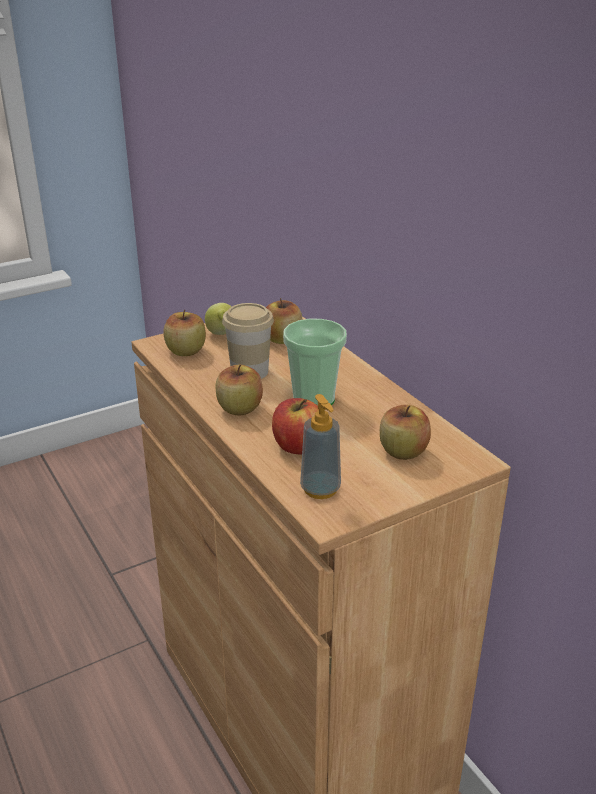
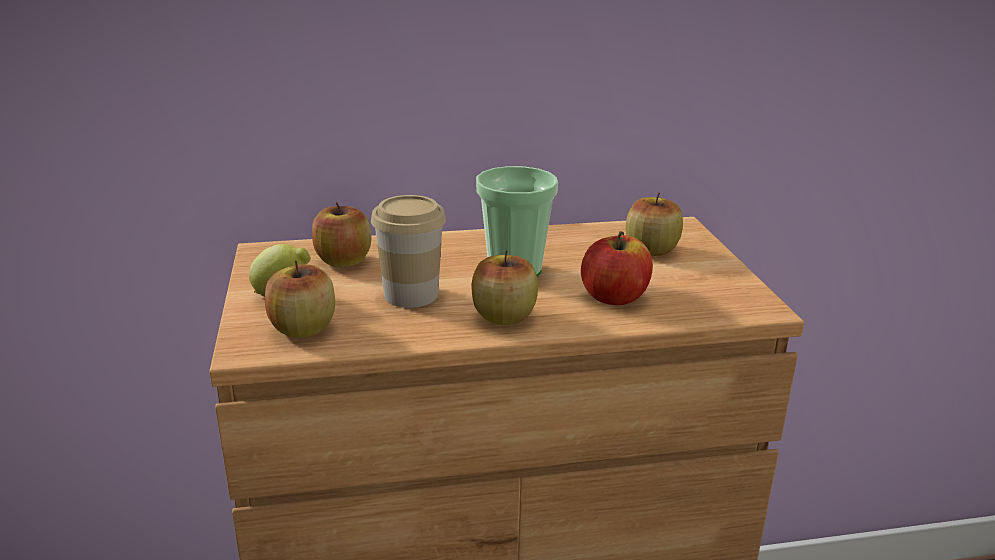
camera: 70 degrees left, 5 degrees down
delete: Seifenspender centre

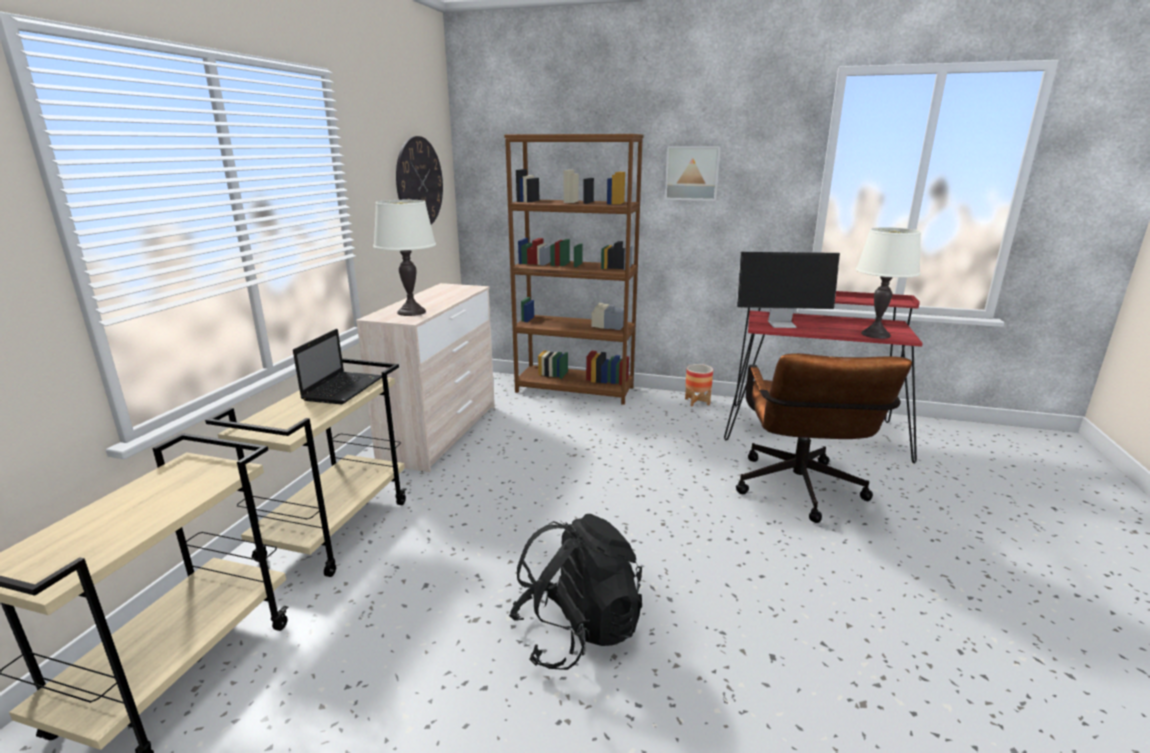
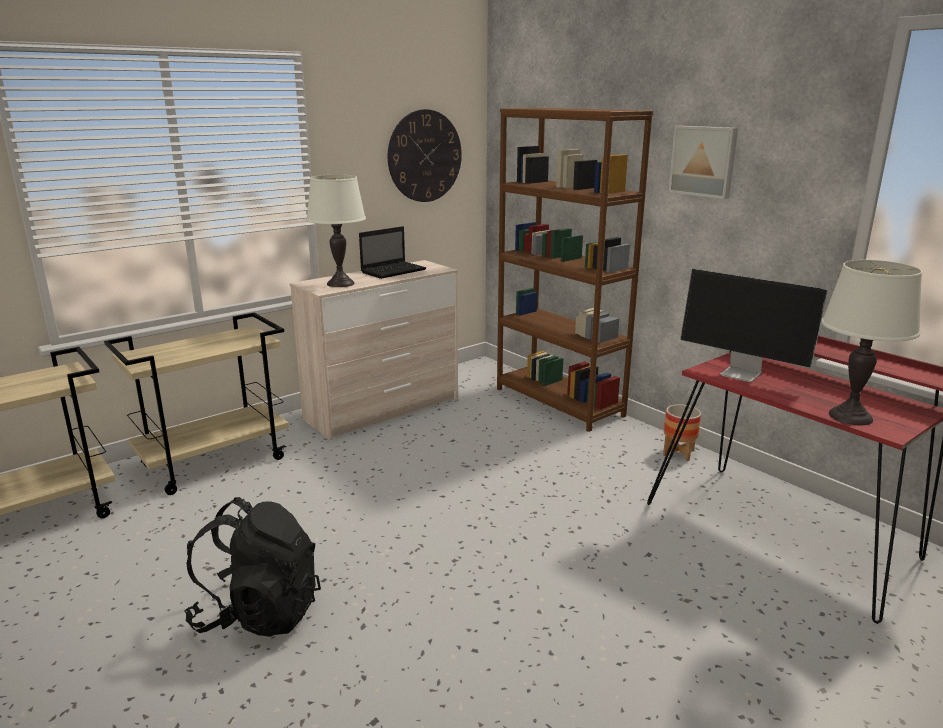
camera: 35 degrees right, 0 degrees up
delete: Bürostuhl [braun] middle right
move: Laptop middle left to centre

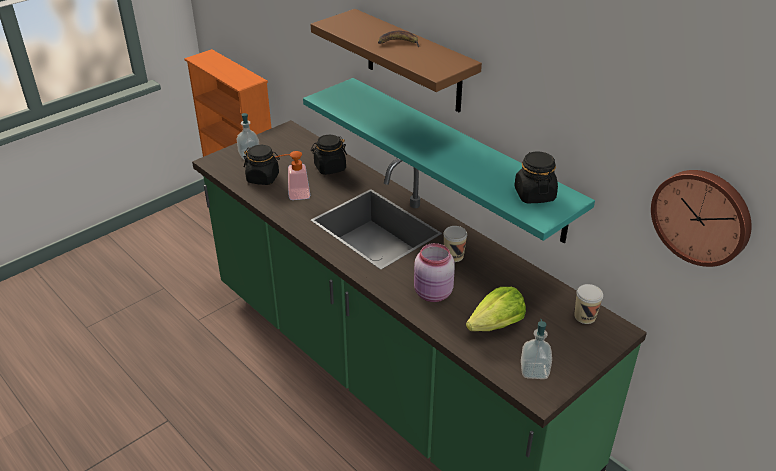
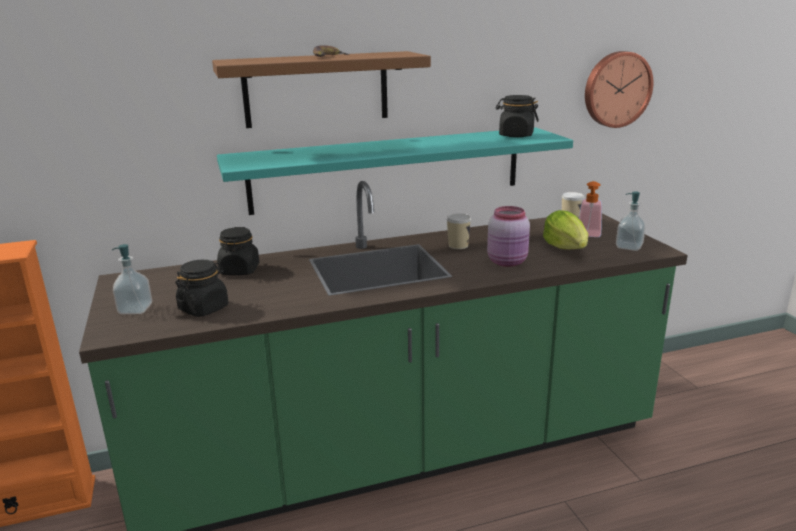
camera: 65 degrees left, 15 degrees down
move: Seifenspender (2nd from left) centre to middle right

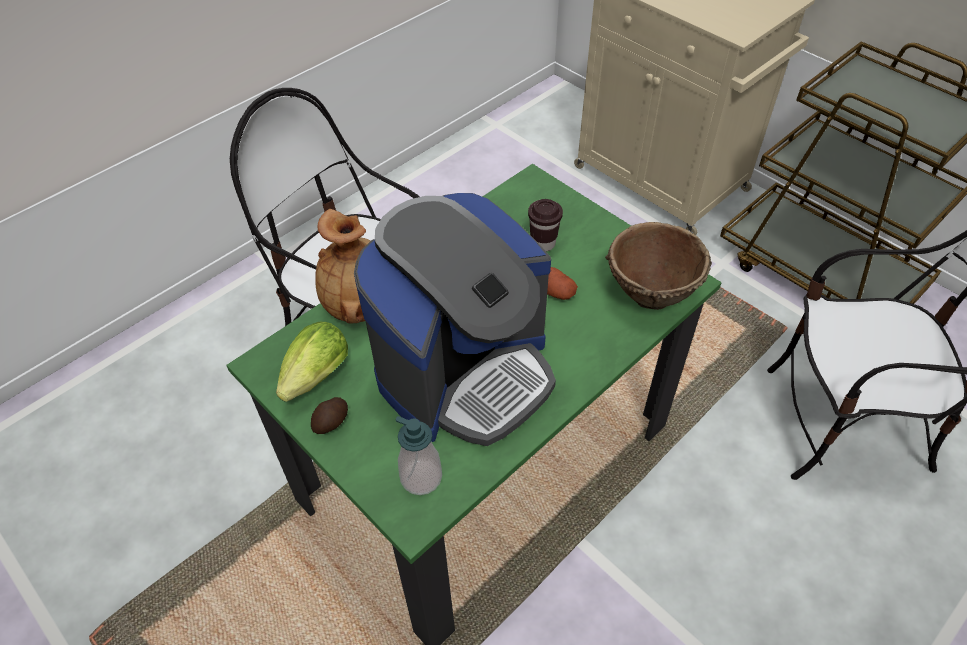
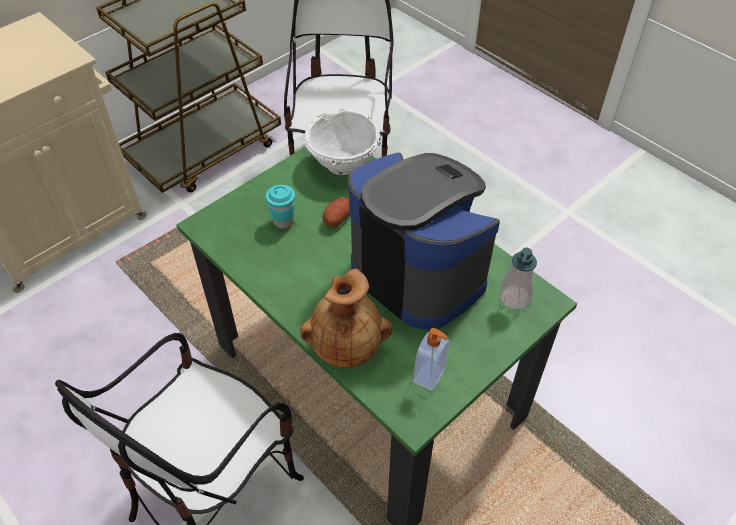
camera: 90 degrees left, 0 degrees up
delete: Kartoffel (1st from left) centre
replace: Salatkopf middle left to Seifenspender (1st from left) bottom centre
recolor: Tasse [braun] centre to Tasse [türkis] centre; Schüssel [braun] middle right to Schüssel [weiß] top centre

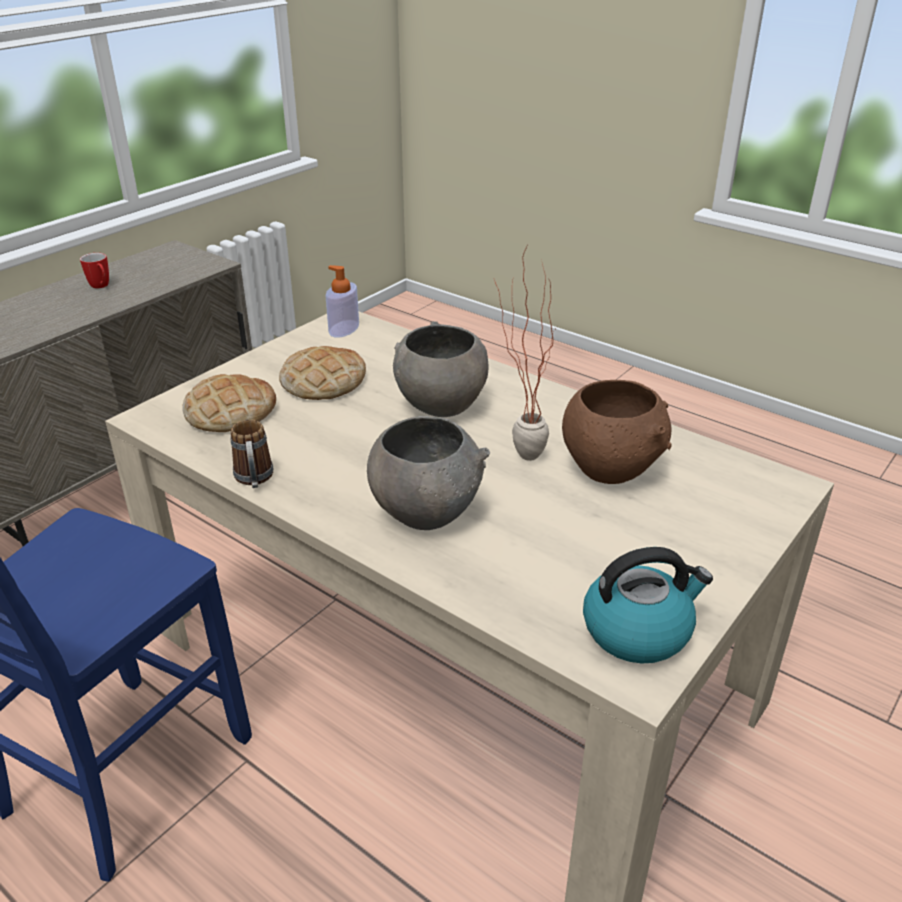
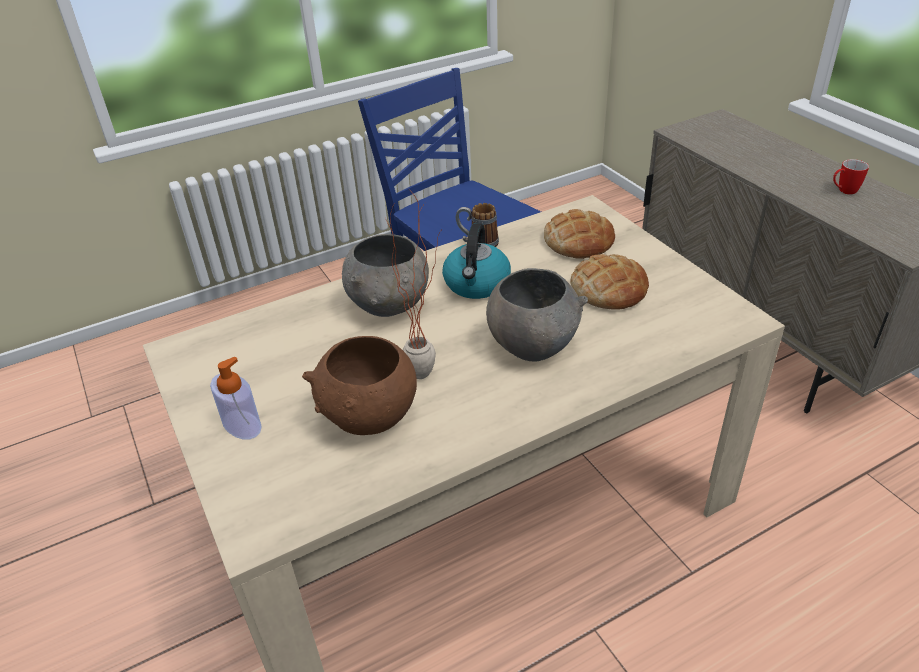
camera: 115 degrees right, 5 degrees up
move: Seifenspender centre to middle left; Wasserkessel bottom right to centre

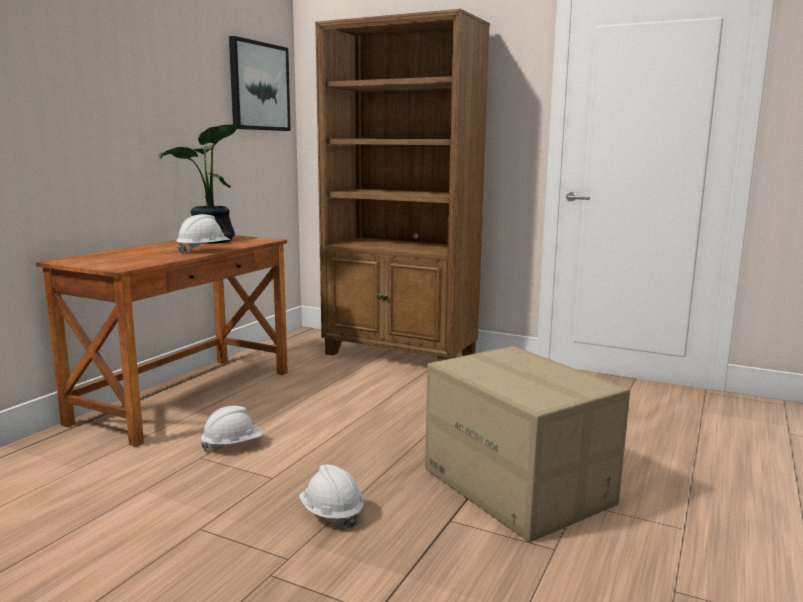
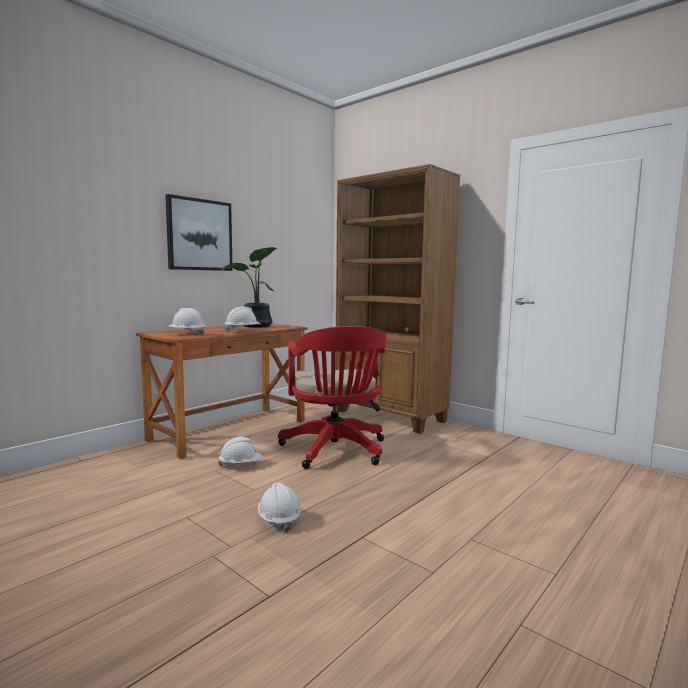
camera: 15 degrees right, 5 degrees down
delete: Karton bottom centre
insert: Schutzhelm [weiß] (1st from left) middle left; Bürostuhl [rot] centre
move: Bild top left to middle left

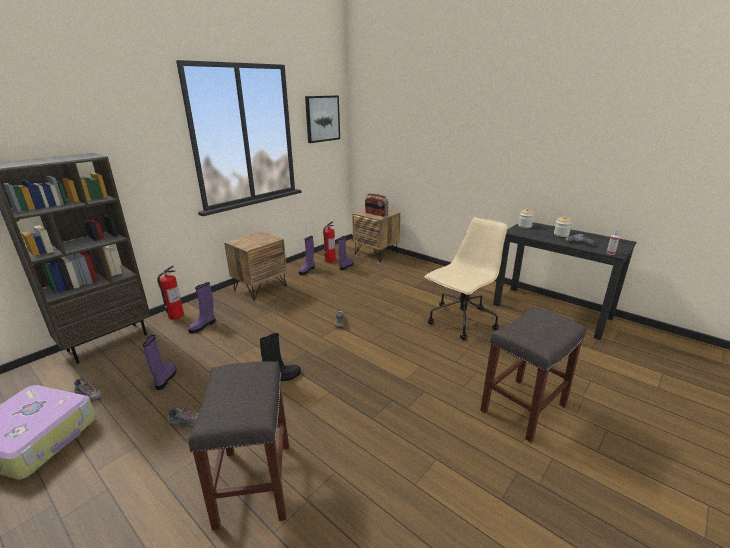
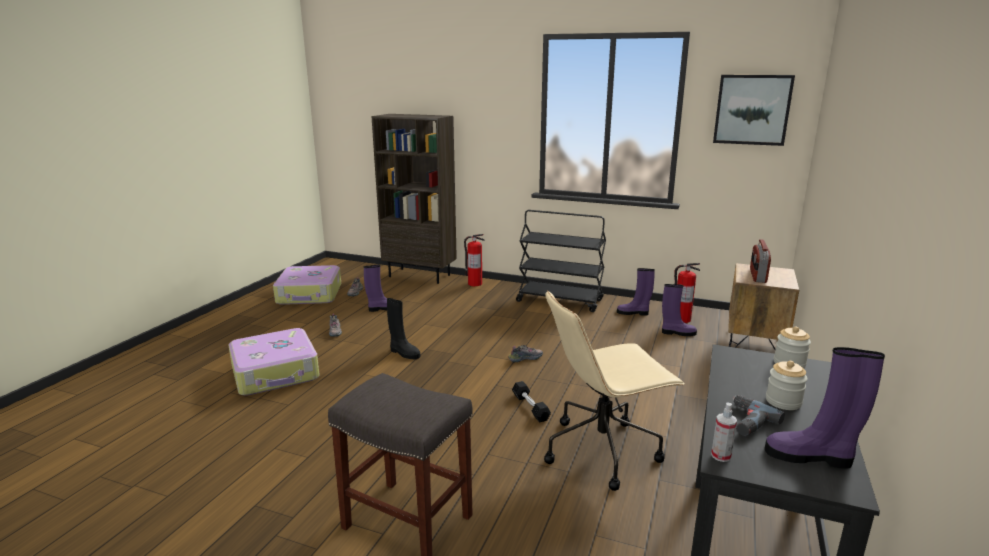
camera: 70 degrees right, 5 degrees down
insert: Hantel [schwarz] bottom centre
move: Stiefel [lila] (2nd from left in the first image) middle left to Stiefel [lila] (4th from left) bottom right
replace: Nachttisch [braun] (1st from left) centre to Rollwagen [schwarz] centre; Hocker [grau] (1st from left) bottom left to Koffer (1st from left) middle left
rotate: Bürostuhl [beige] centre = bottom centre 135 degrees clockwise

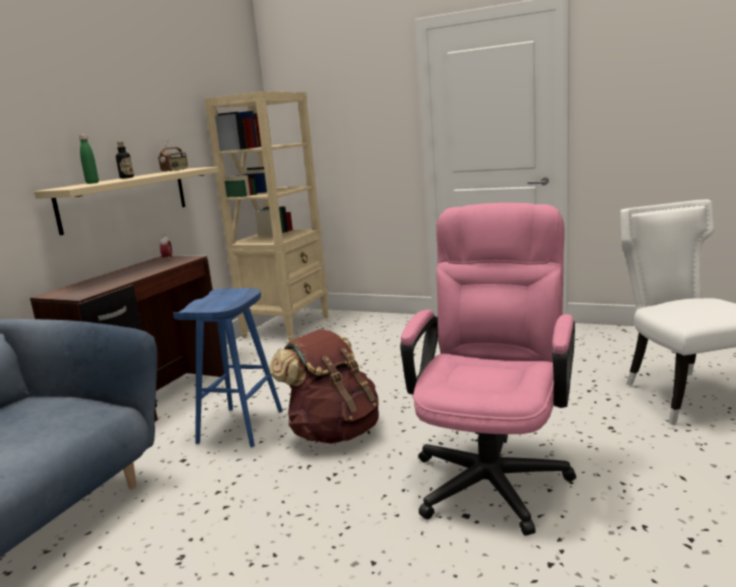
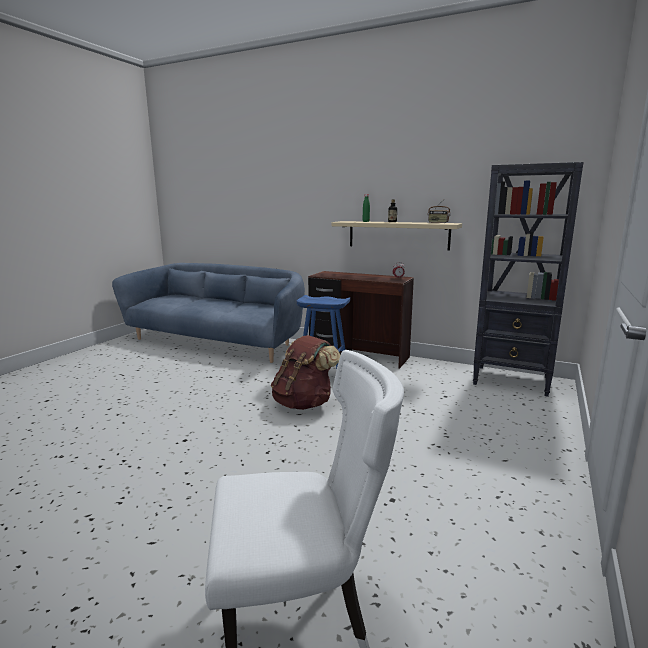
camera: 90 degrees right, 0 degrees up
delete: Bürostuhl [rosa] centre
recolor: Bücherregal [beige] centre to Bücherregal [schwarz] middle right

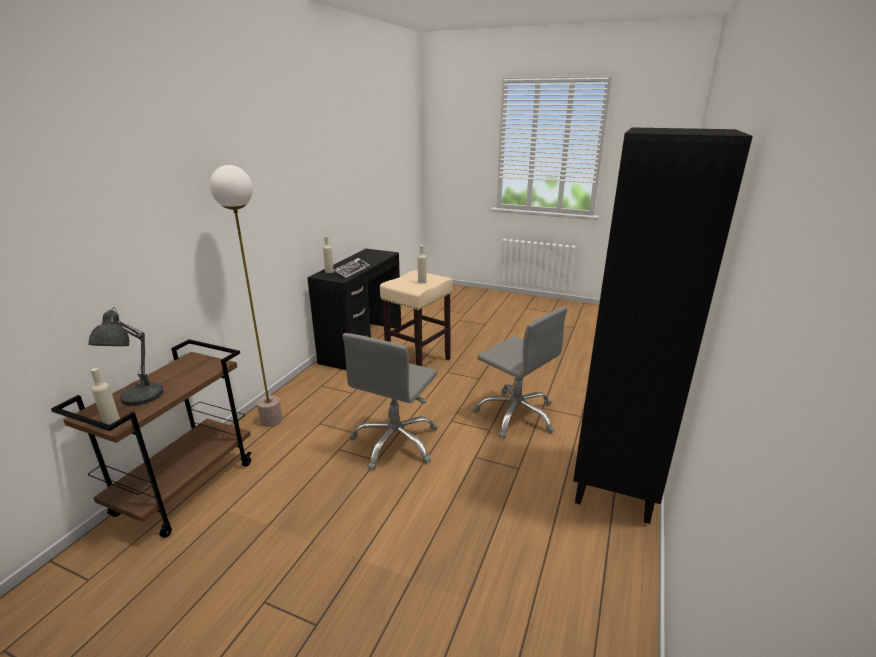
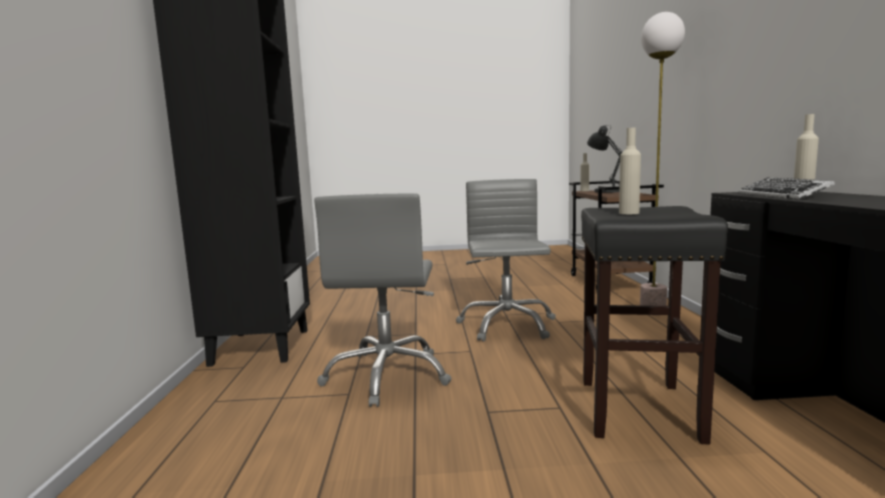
camera: 155 degrees right, 15 degrees down
recolor: Hocker [beige] centre to Hocker [schwarz] middle right
rotate: Bürostuhl [grau] (2nd from left in the first image) centre = centre 105 degrees counterclockwise

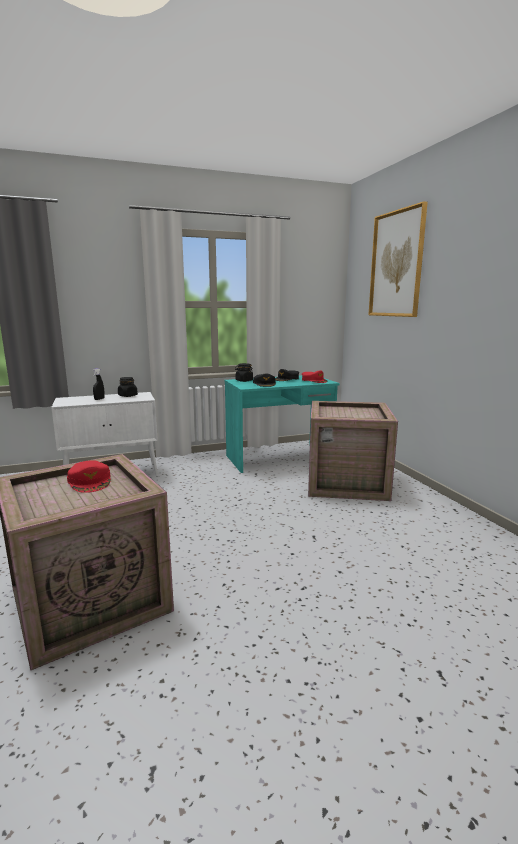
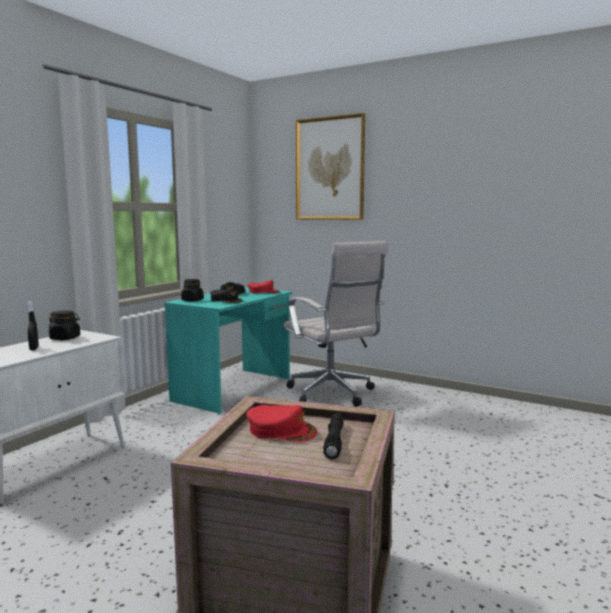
camera: 40 degrees left, 5 degrees down
insert: Taschenlampe [schwarz] bottom centre
replace: Kiste (2nd from left) middle right to Bürostuhl [weiß] centre

